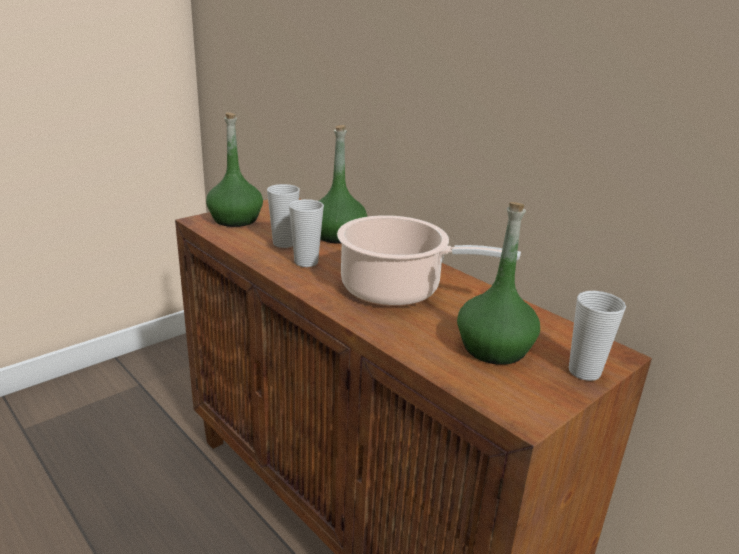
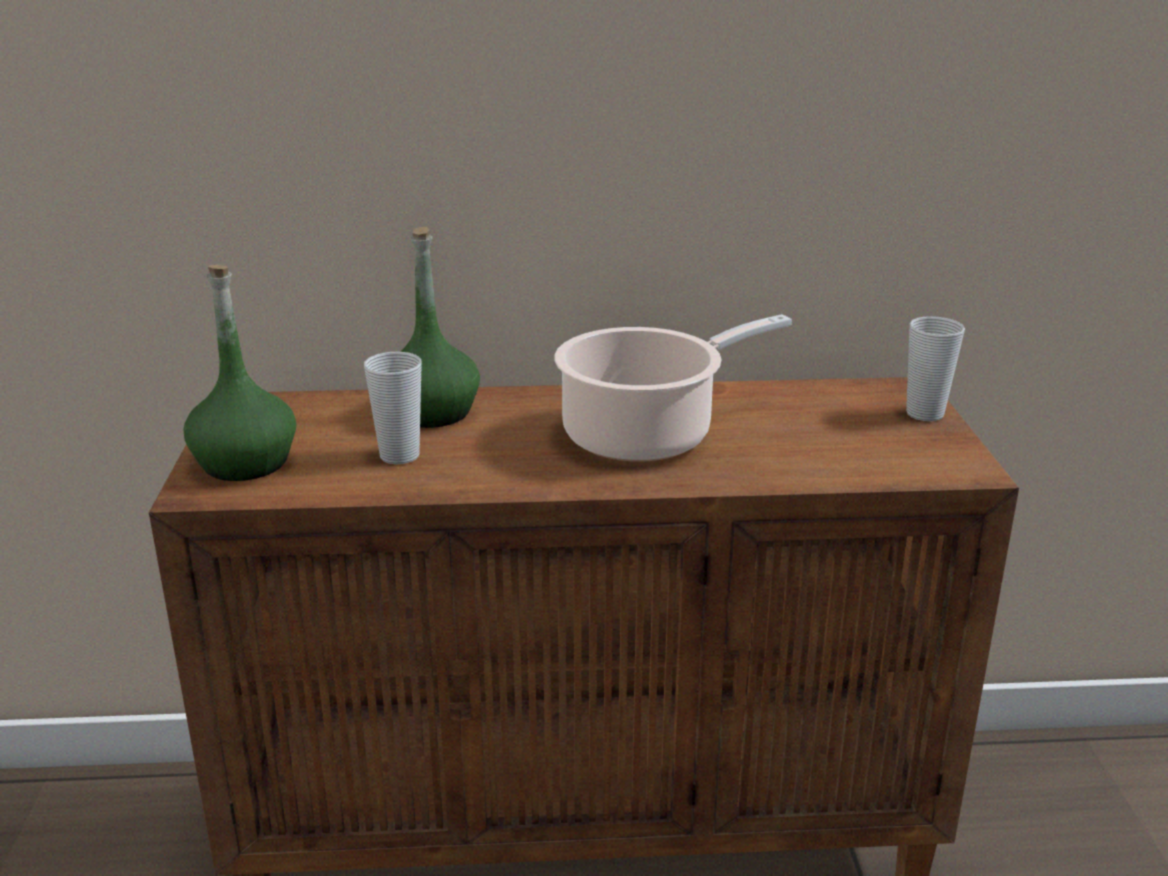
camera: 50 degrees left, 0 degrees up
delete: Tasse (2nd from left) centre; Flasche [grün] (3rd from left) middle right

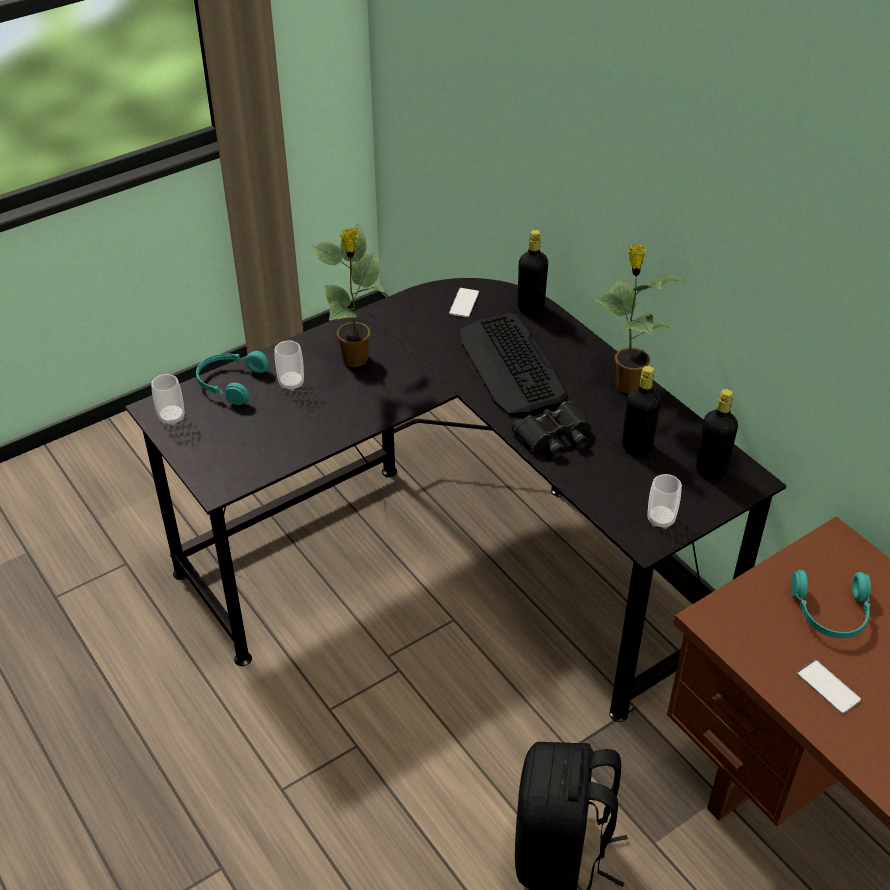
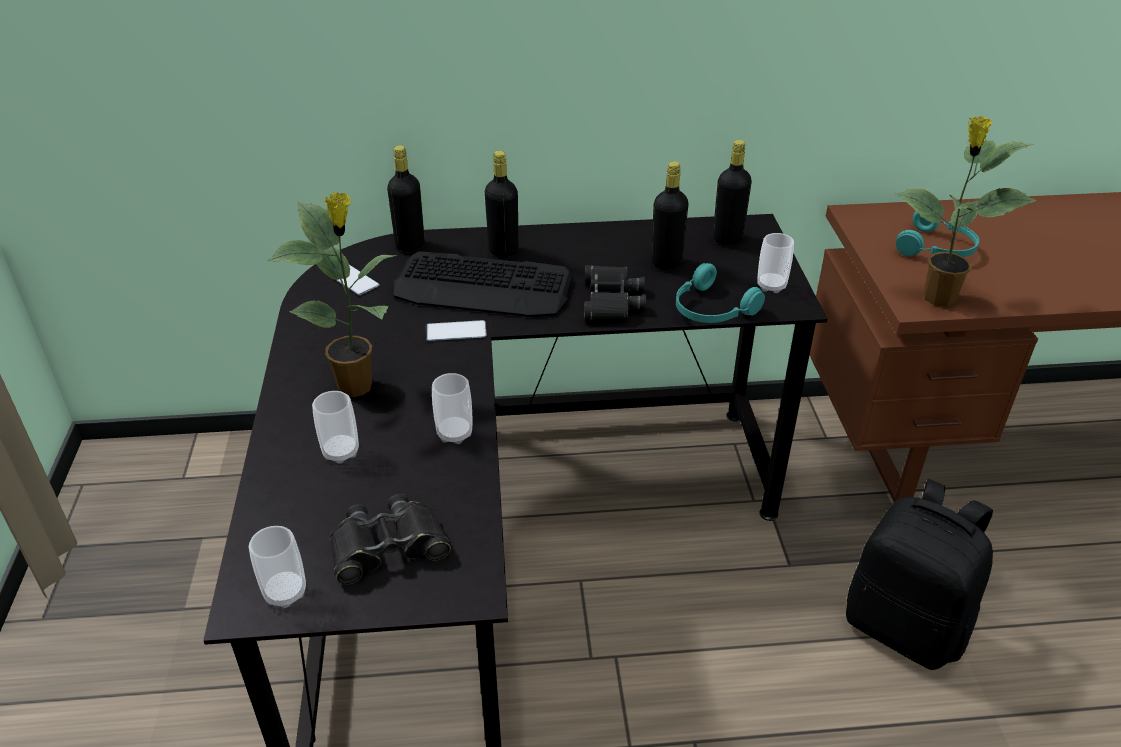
camera: 60 degrees left, 5 degrees down
insert: Flasche [schwarz] (2nd from left) top centre; Tasse (3rd from left) centre; Fernglas [schwarz] (1st from left) bottom centre
move: Topfpflanze (2nd from left) middle right to top right; Kopfhörer [türkis] (1st from left) middle left to centre; Handy (2nd from left) bottom right to centre

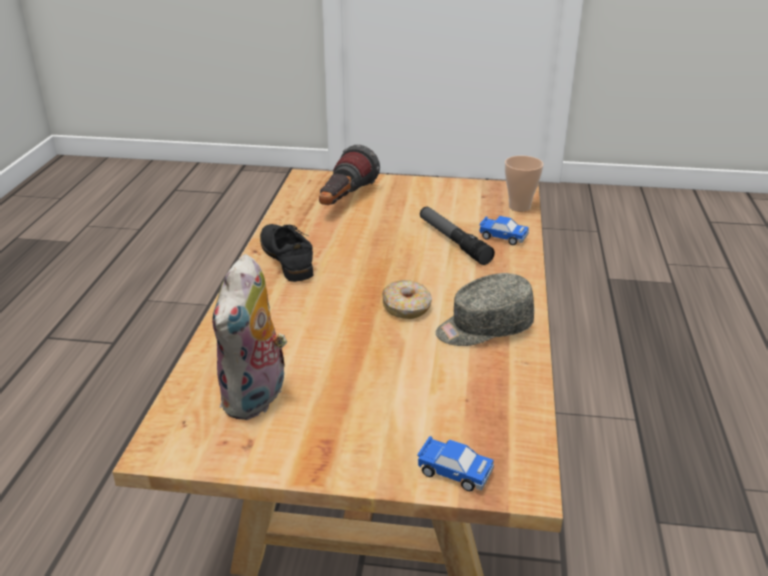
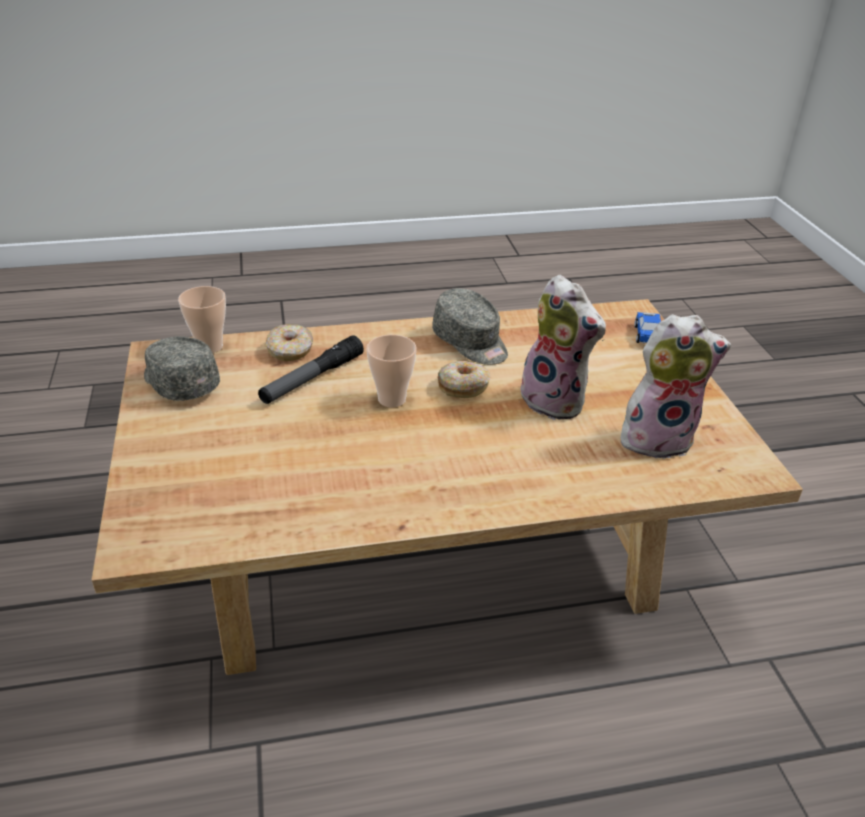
camera: 110 degrees left, 5 degrees up
delete: Taschenlampe (1st from left) top centre; Schuh [schwarz] centre
insert: Plüschtier (1st from left) centre; Tasse (2nd from left) centre; Kappe [grau] (1st from left) middle left
replace: Spielzeugauto (2nd from left) centre to Donut (1st from left) centre

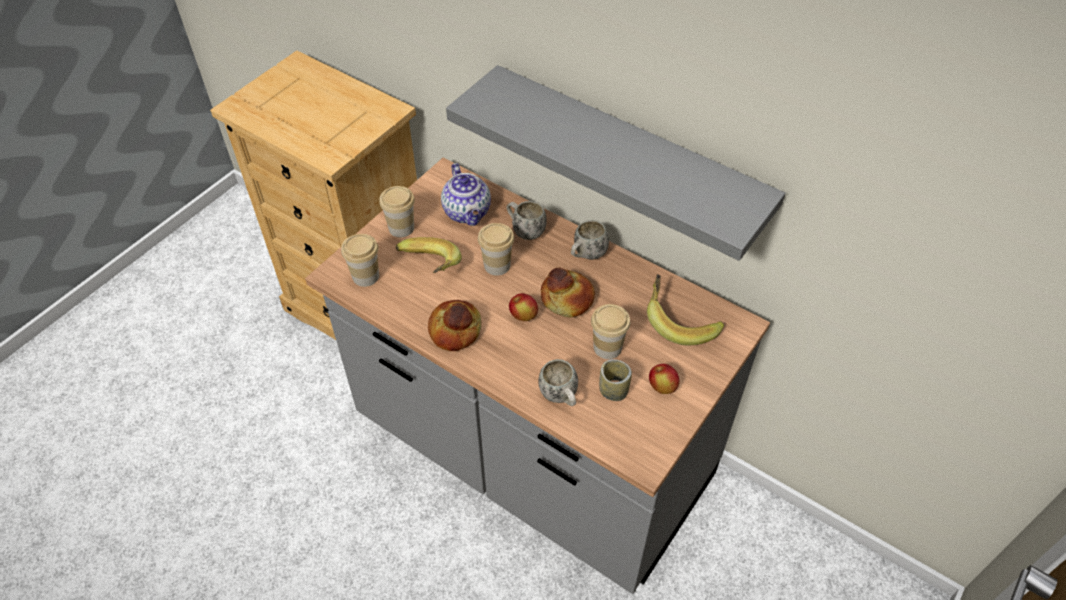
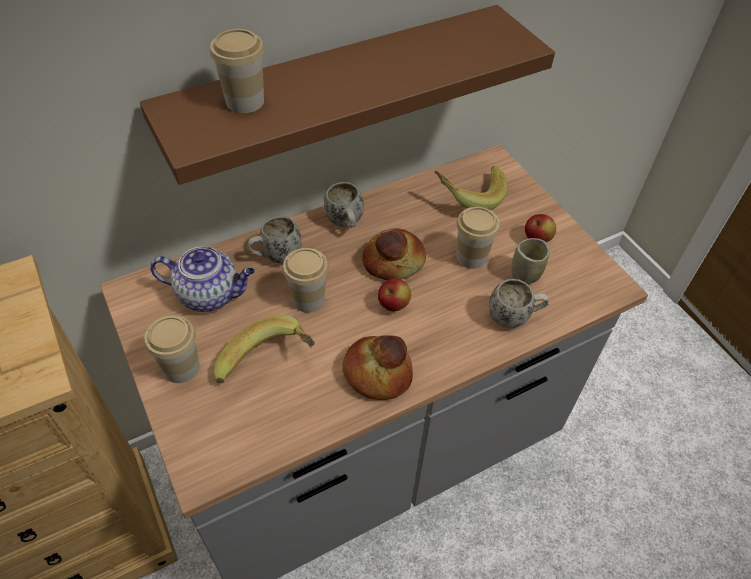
camera: 65 degrees left, 0 degrees up
move: Tasse (1st from left in the first image) centre to Tasse (2nd from left) top left
recolor: Wandregal [grau] top centre to Wandregal [braun] top centre

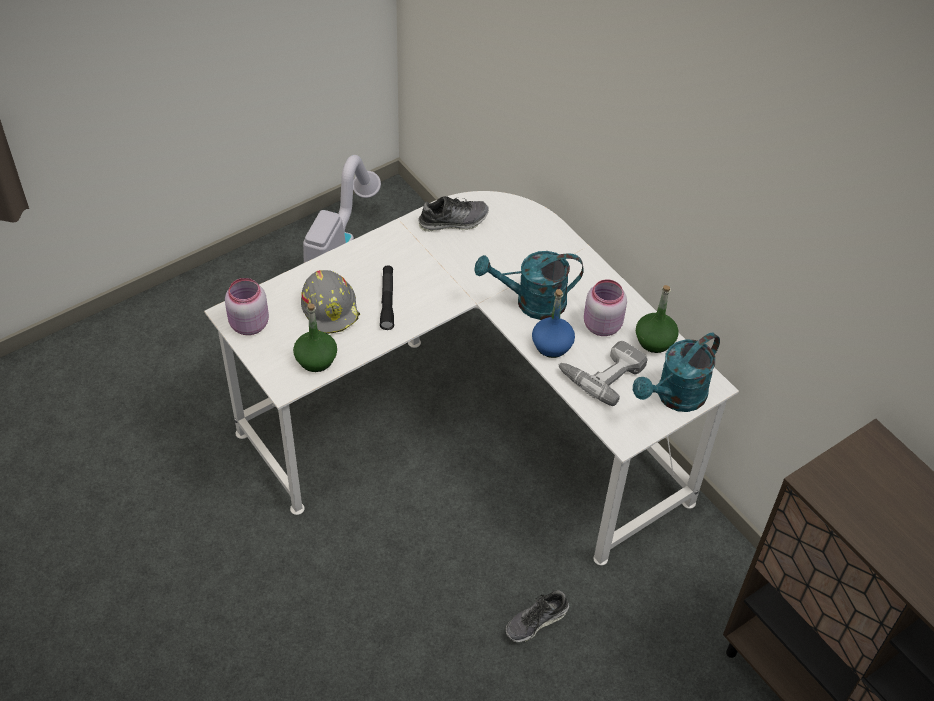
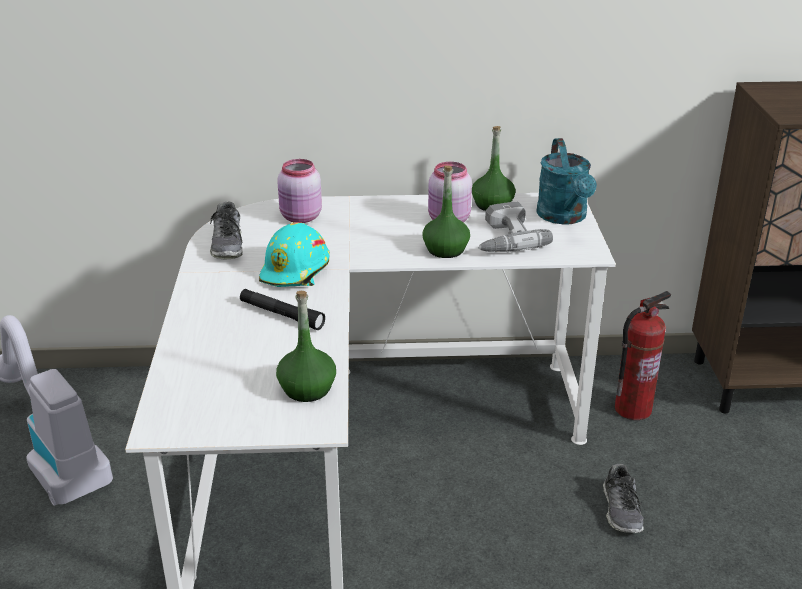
camera: 55 degrees left, 20 degrees down
delete: Gießkanne [türkis] (1st from left) centre; Schutzhelm [grau] centre
insert: Schutzhelm [türkis] centre; Feuerlöscher middle right
move: Vorratsglas [rosa] (1st from left) middle left to top centre
recolor: Flasche [blau] centre to Flasche [grün] (2nd from left) centre
rotate: Schuh (1st from left) top centre = middle left 150 degrees clockwise

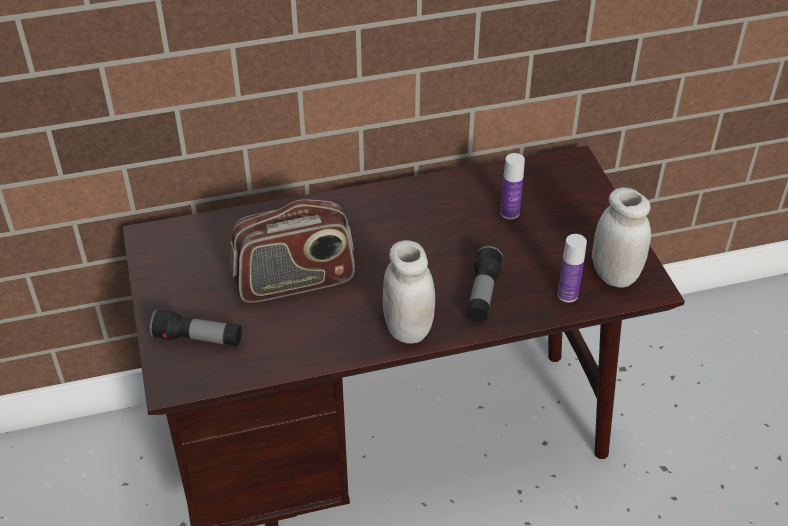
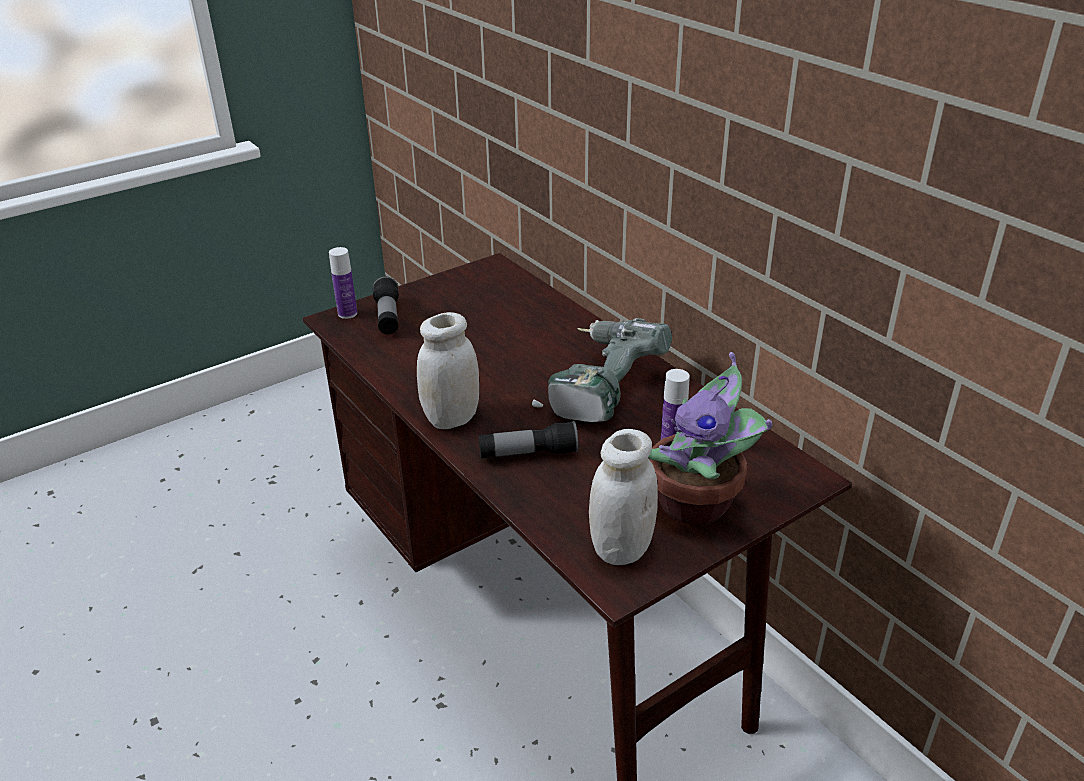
camera: 70 degrees right, 10 degrees down
delete: Radio centre
insert: Bohrmaschine centre; Topfpflanze centre
move: Flasche (2nd from left in the first image) middle right to Flasche (1st from left) middle left

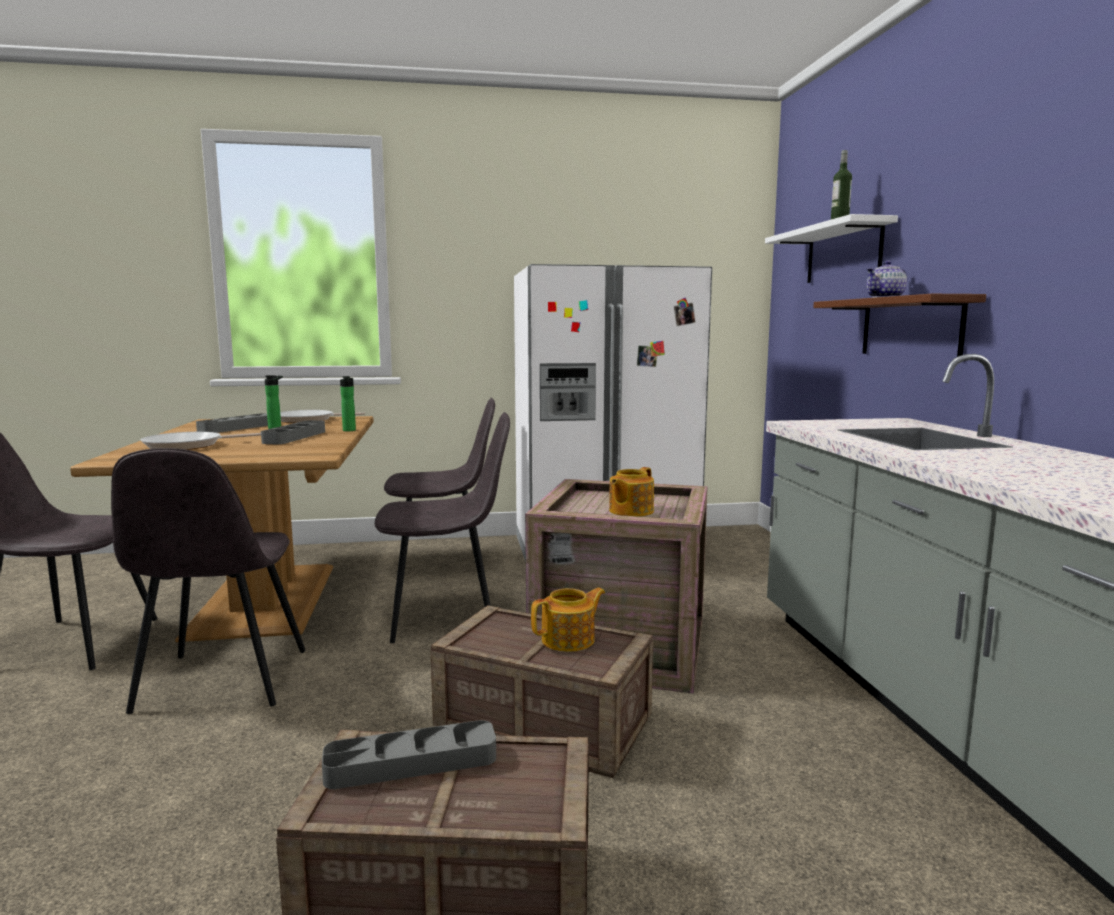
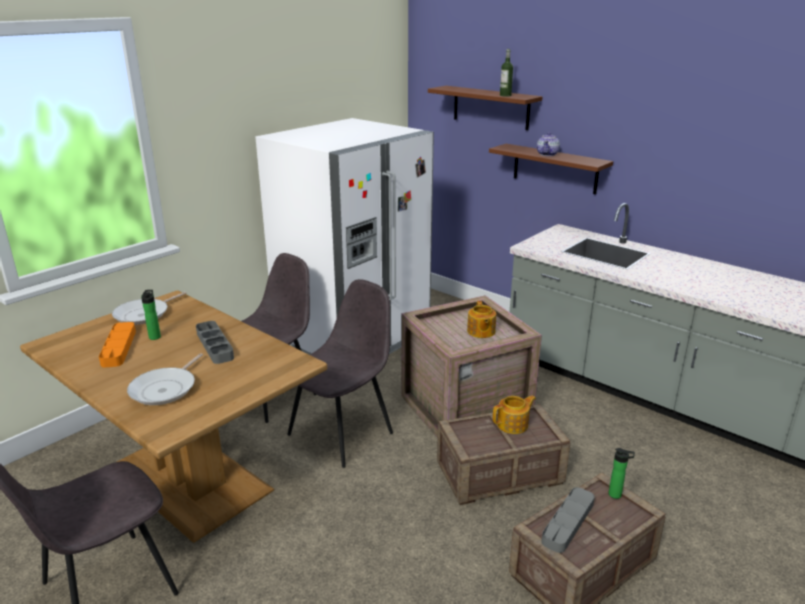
camera: 40 degrees left, 15 degrees up
delete: Stuhl [grau] (2nd from left) middle left
move: Flasche (2nd from left in the first image) middle left to Flasche (3rd from left) bottom right
recolor: Wandregal [weiß] top right to Wandregal [braun] (1st from left) top centre; Tablett [grau] (1st from left) middle left to Tablett [orange] middle left
rotate: Teekanne (1st from left in the first image) bottom centre = bottom centre 45 degrees clockwise

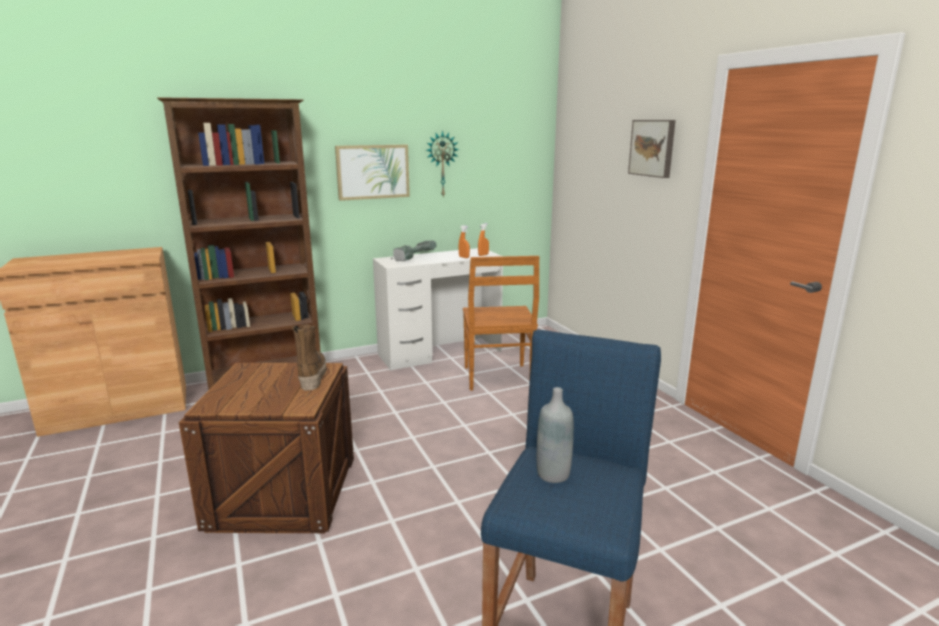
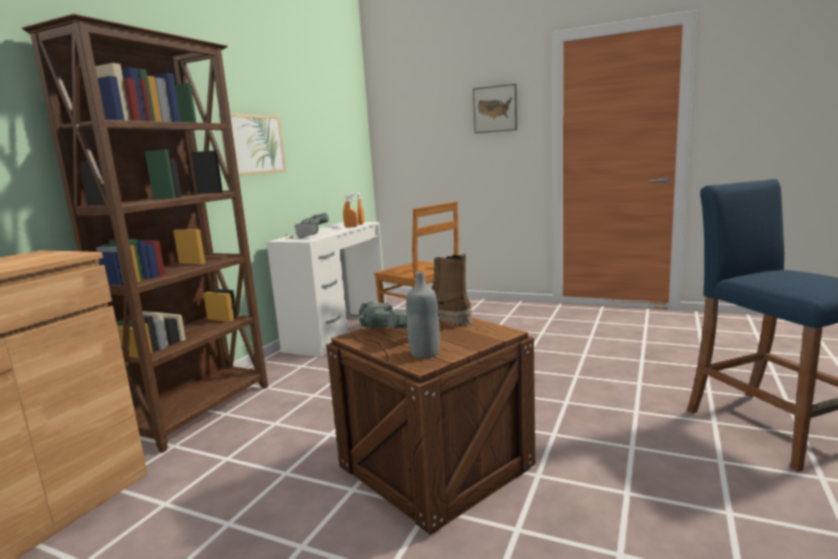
camera: 40 degrees left, 5 degrees down
delete: Wanduhr top centre
insert: Bohrmaschine (2nd from left) centre
move: Flasche [grau] bottom centre to centre

